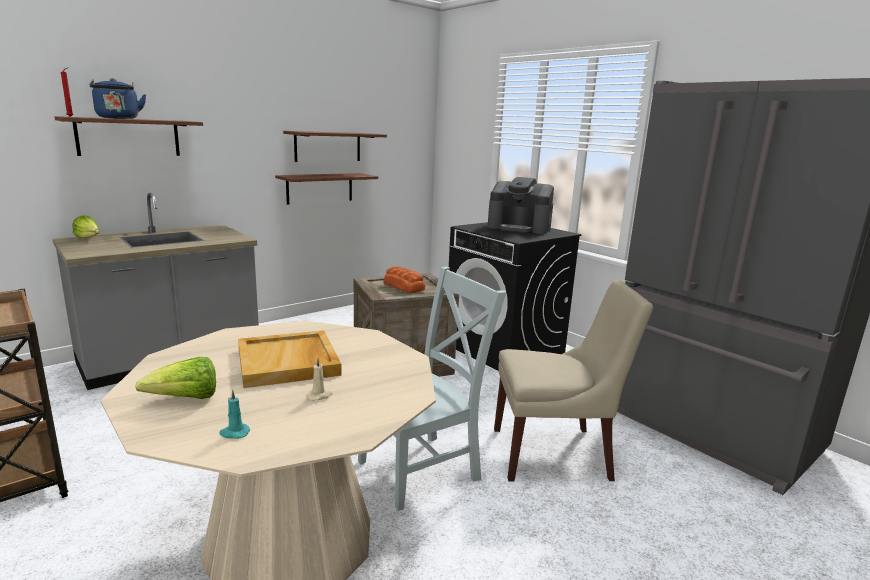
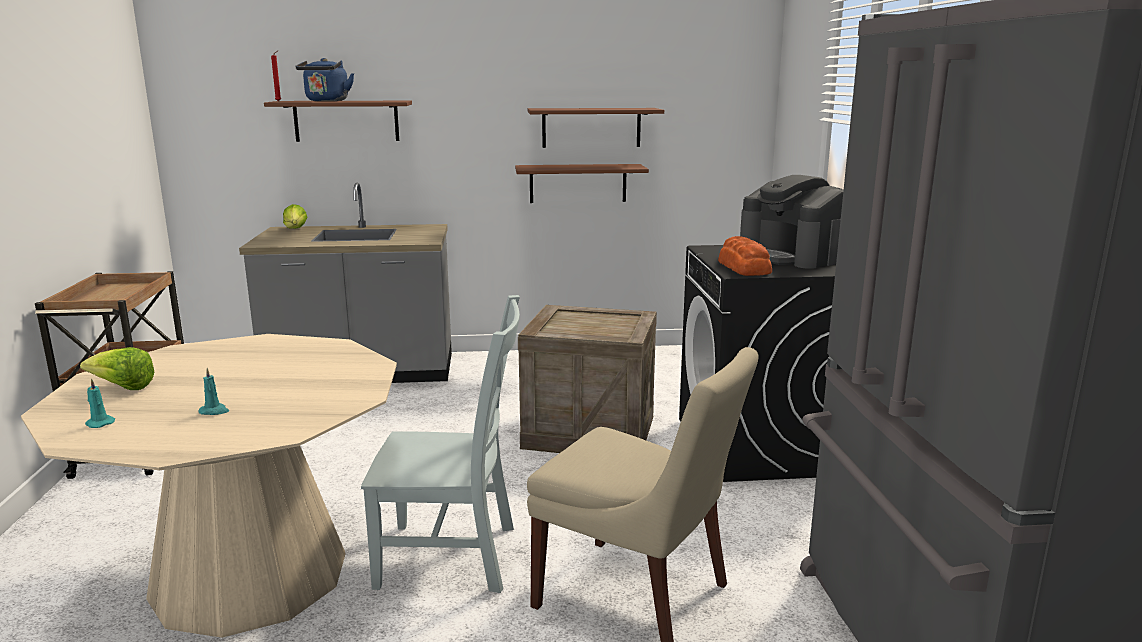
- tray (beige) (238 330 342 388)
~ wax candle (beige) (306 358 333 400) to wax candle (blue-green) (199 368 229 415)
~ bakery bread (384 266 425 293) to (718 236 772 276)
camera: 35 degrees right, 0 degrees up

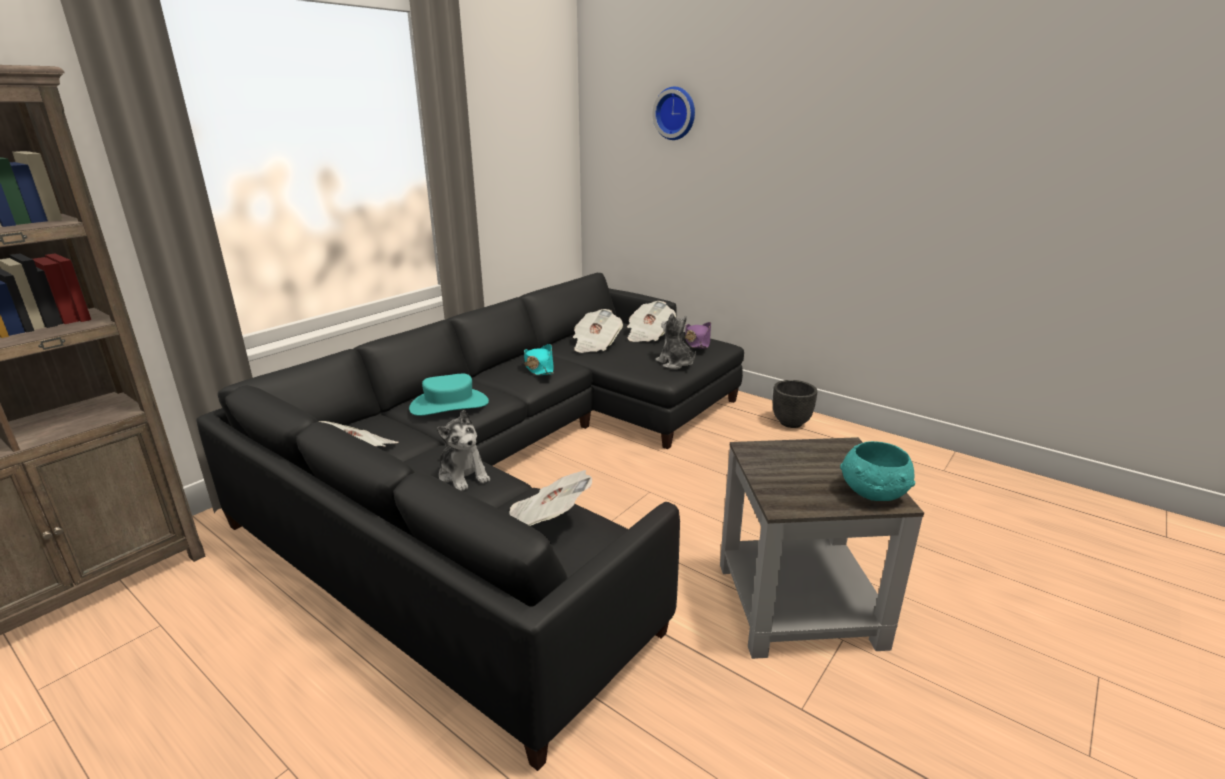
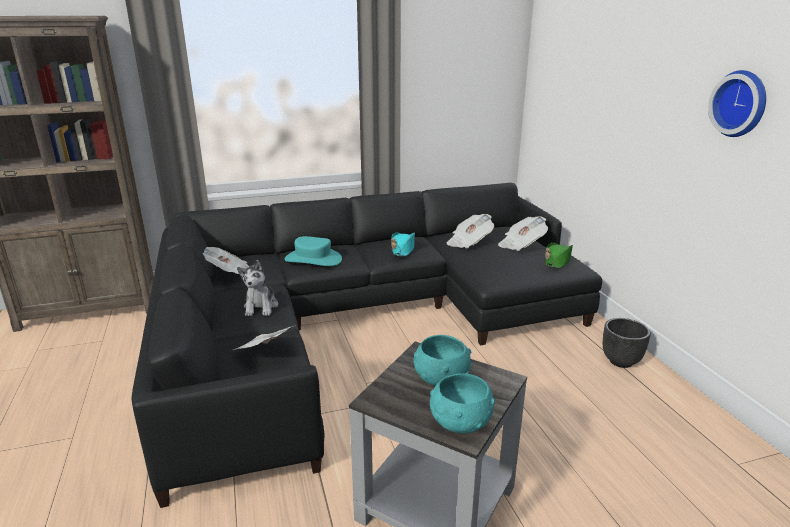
~ wall clock (652 87 695 140) to (708 70 766 137)
- soft toy (655 313 696 369)
~ wearable hat (purple) (685 322 711 349) to wearable hat (green) (545 243 573 268)
+ serving bowl (blue-green) (413 335 471 386)
camera: 35 degrees right, 0 degrees up

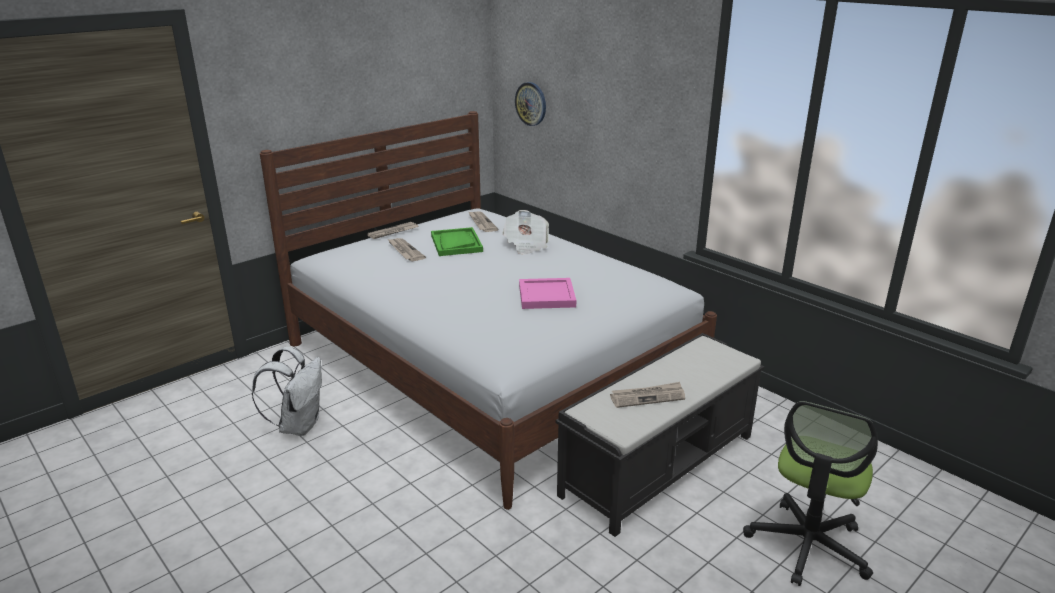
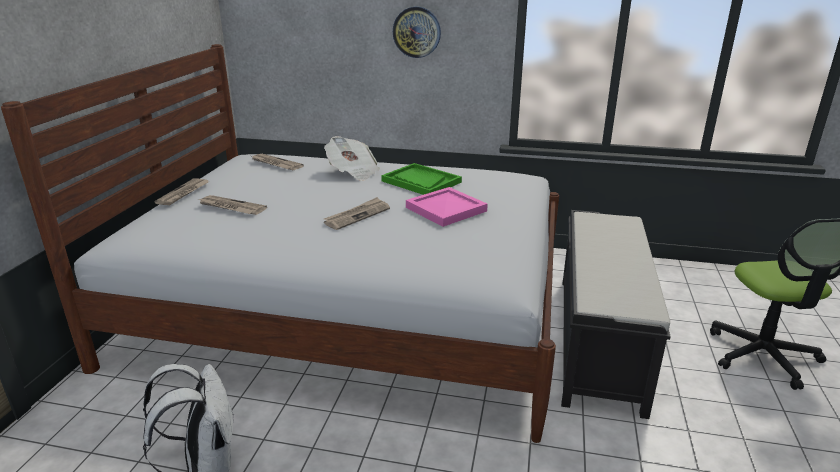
~ tray (green) (431 227 483 256) to (381 163 462 195)
~ wall clock (515 82 546 126) to (393 7 441 58)
~ daily paper (610 382 685 408) to (324 197 390 230)
camera: 35 degrees left, 0 degrees up

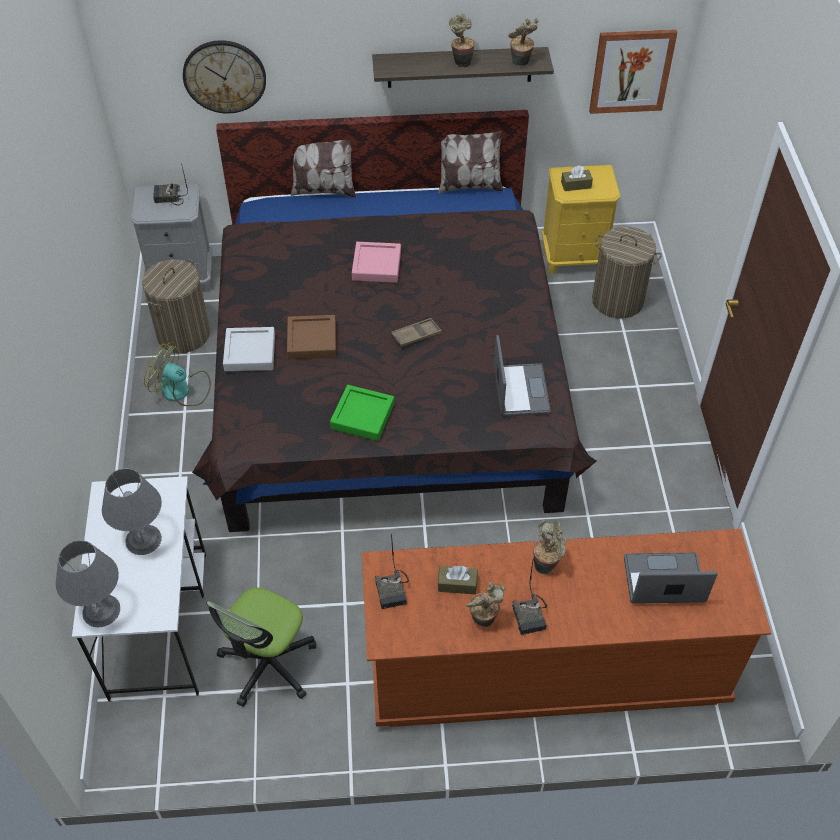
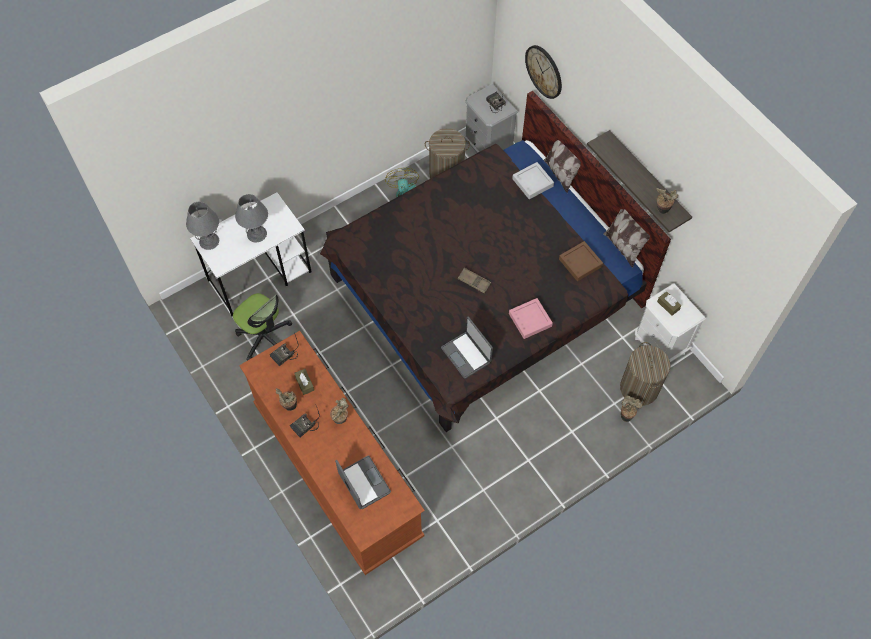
~ desk chair (206 588 316 707) = (233 293 292 360) 135 degrees counterclockwise
~ tray (gray) (223 327 275 371) to (512 162 554 199)
~ tray (brown) (287 315 336 359) to (559 241 603 281)
- tray (green) (330 385 394 441)
~ tray (pinkish) (352 242 401 283) to (509 298 553 339)
~ plant in a pot (449 13 475 68) to (621 396 642 422)
~ portable computer (494 335 551 417) = (441 317 493 379) 90 degrees clockwise
~ night table (yellowish) (541 165 621 275) to night table (white-coloured) (635 283 706 362)
- wall picture (589 29 677 114)
camera: 60 degrees right, 10 degrees up

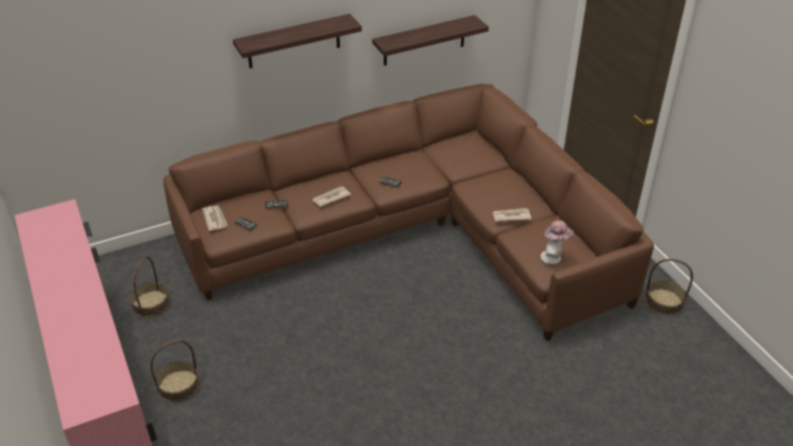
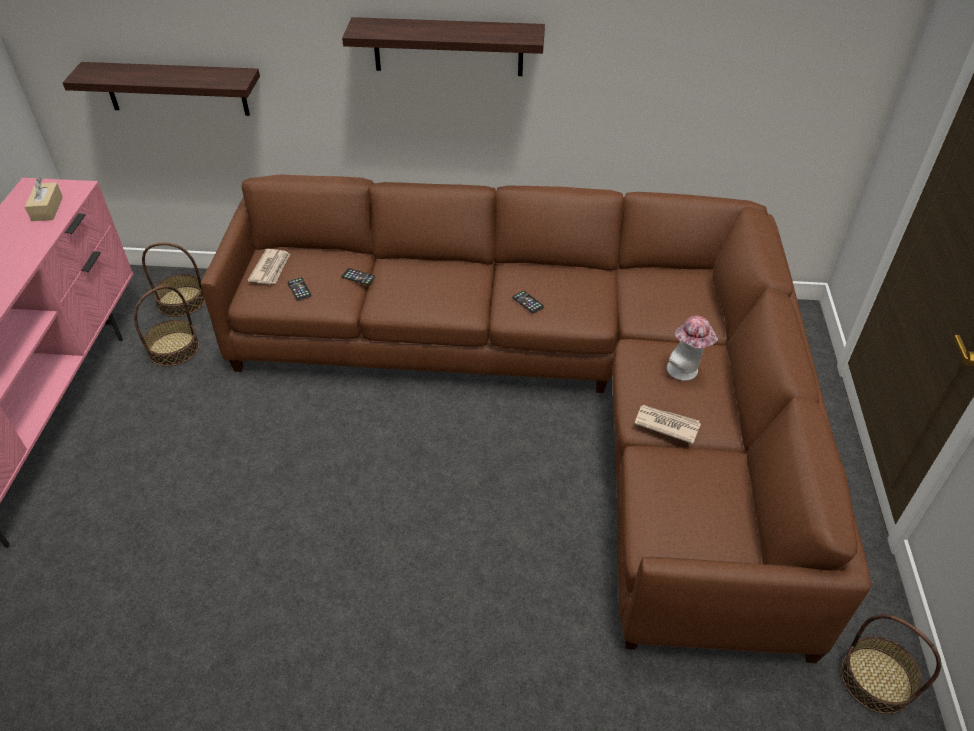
~ household basket (150 340 200 402) to (142 242 205 317)
- daily paper (313 186 351 207)
~ wall shelf (372 15 489 66) to (63 62 260 116)
~ wearable hat (541 220 573 264) to (667 316 718 381)
+ tissue box (beige) (25 178 63 221)
camera: 30 degrees right, 5 degrees up

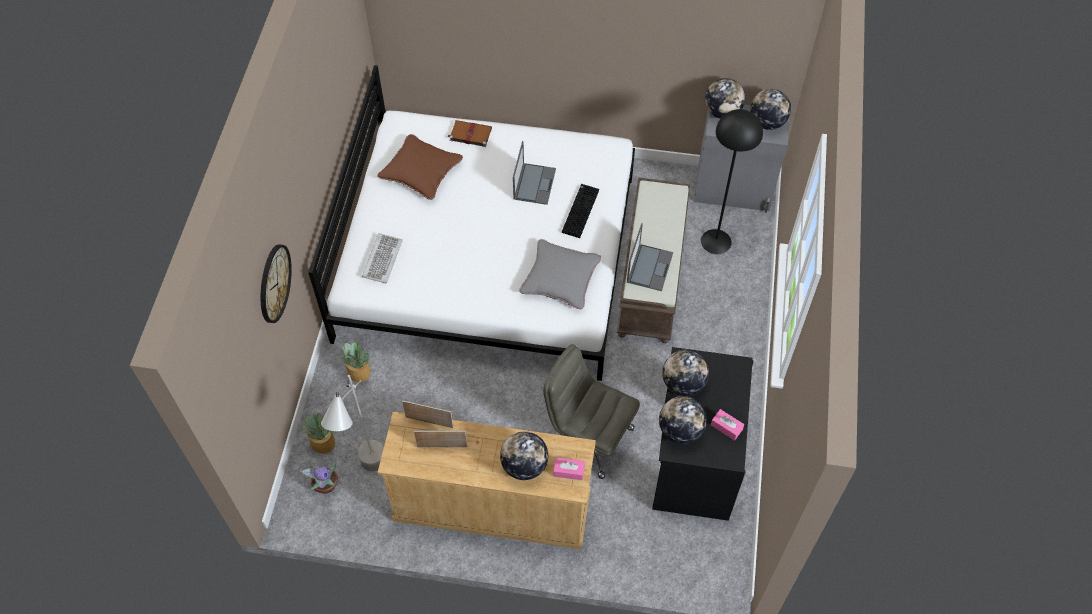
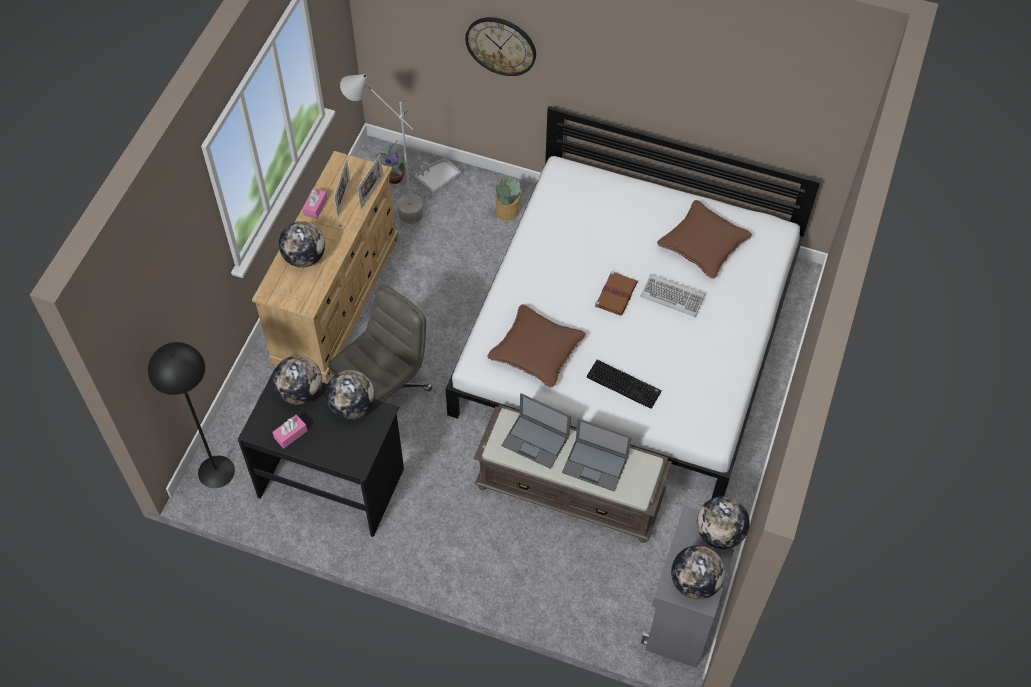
~ plant in a pot (300 413 335 454) to tray (gray) (415 159 461 194)
~ computer keyboard (362 233 403 283) to (641 274 705 317)
~ book (brown) (448 120 492 147) to (595 271 638 316)
~ portable computer (513 141 556 205) to (562 418 632 492)
~ cushion (gray) (519 239 601 309) to cushion (brown) (488 304 586 387)
~ tissue box (pinkish) (553 457 585 480) to (302 188 328 219)
~ floor lamp (blackish) (701 109 763 254) to (148 342 235 488)
camera: 100 degrees right, 0 degrees up

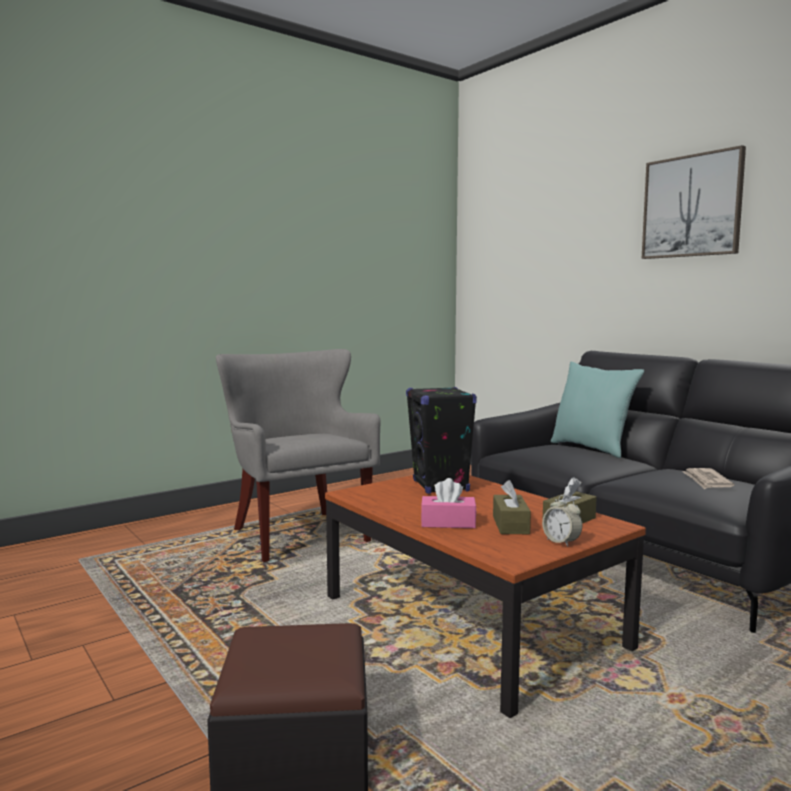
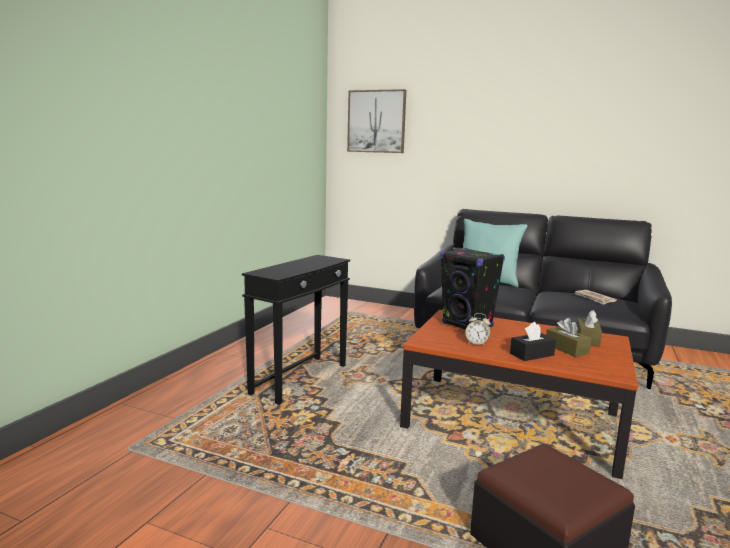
~ lounge chair (gray) (216 349 381 562) to side table (blackish) (242 255 350 405)
~ tissue box (pinkish) (421 478 477 528) to tissue box (blackish) (510 322 556 361)
~ alarm clock (542 495 582 547) to (465 313 491 346)
~ wall picture (641 145 746 259) to (347 89 406 153)
camera: 30 degrees left, 5 degrees up

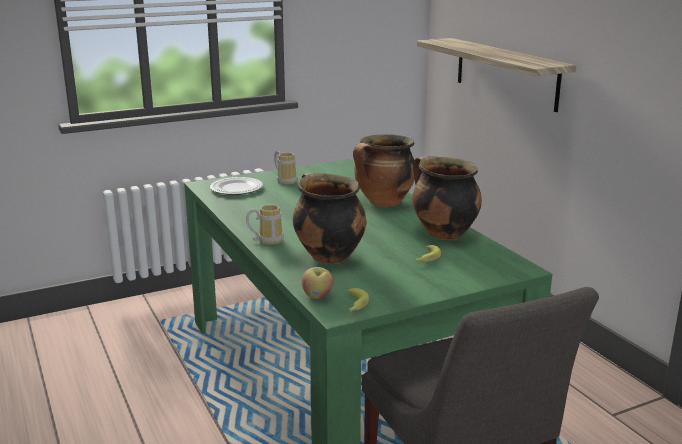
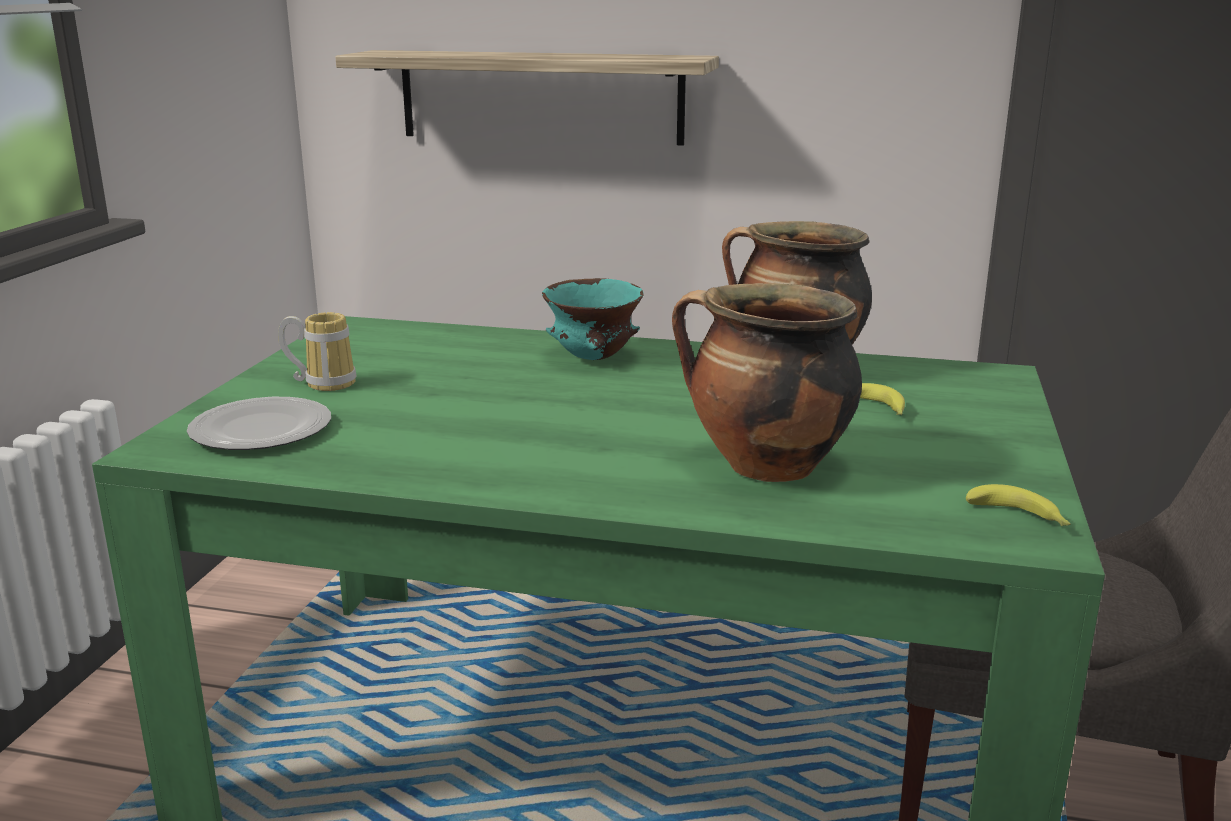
- mug (246 205 284 245)
- whole apple (302 267 333 299)
~ cooking pot (353 134 415 207) to serving bowl (blue-green) (542 278 644 360)
camera: 50 degrees left, 0 degrees up

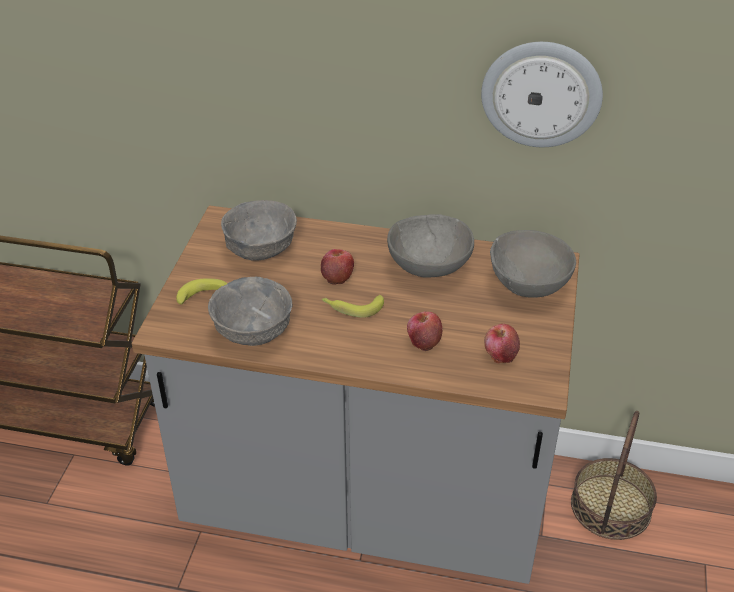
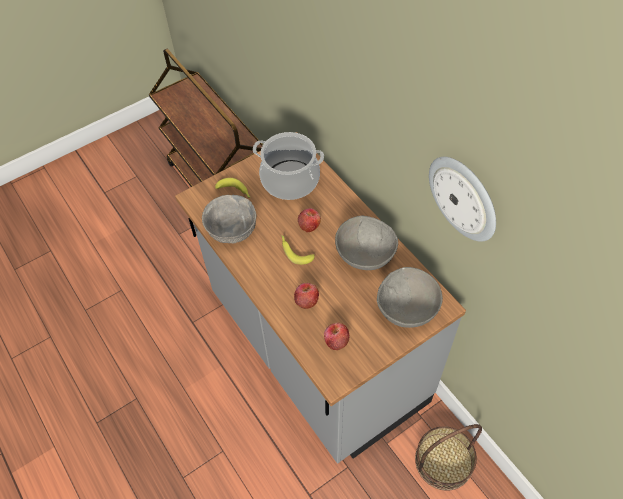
~ serving bowl (gray) (221 200 297 261) to cooking pot (253 132 324 200)
camera: 45 degrees right, 15 degrees up

